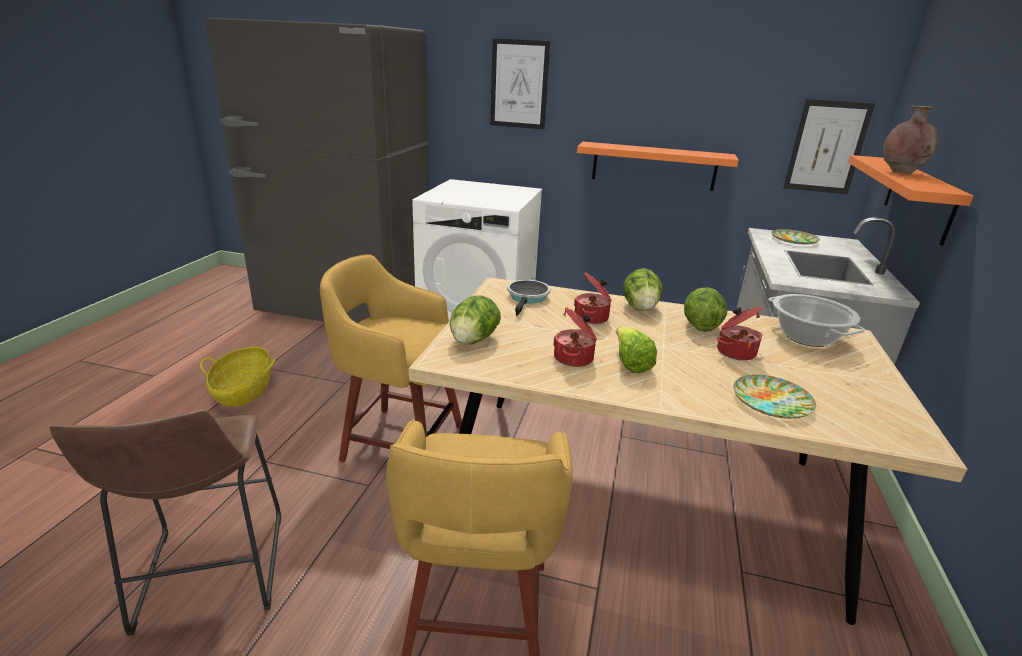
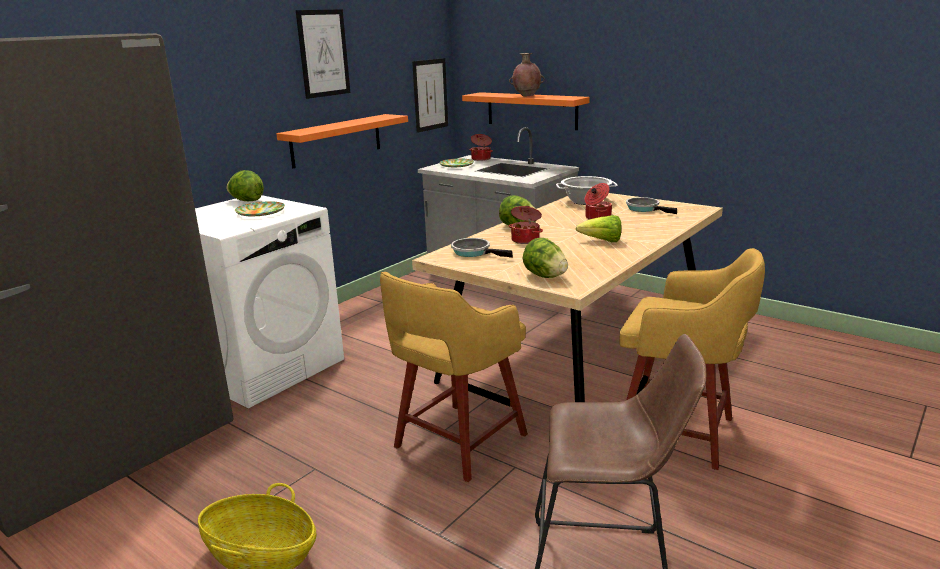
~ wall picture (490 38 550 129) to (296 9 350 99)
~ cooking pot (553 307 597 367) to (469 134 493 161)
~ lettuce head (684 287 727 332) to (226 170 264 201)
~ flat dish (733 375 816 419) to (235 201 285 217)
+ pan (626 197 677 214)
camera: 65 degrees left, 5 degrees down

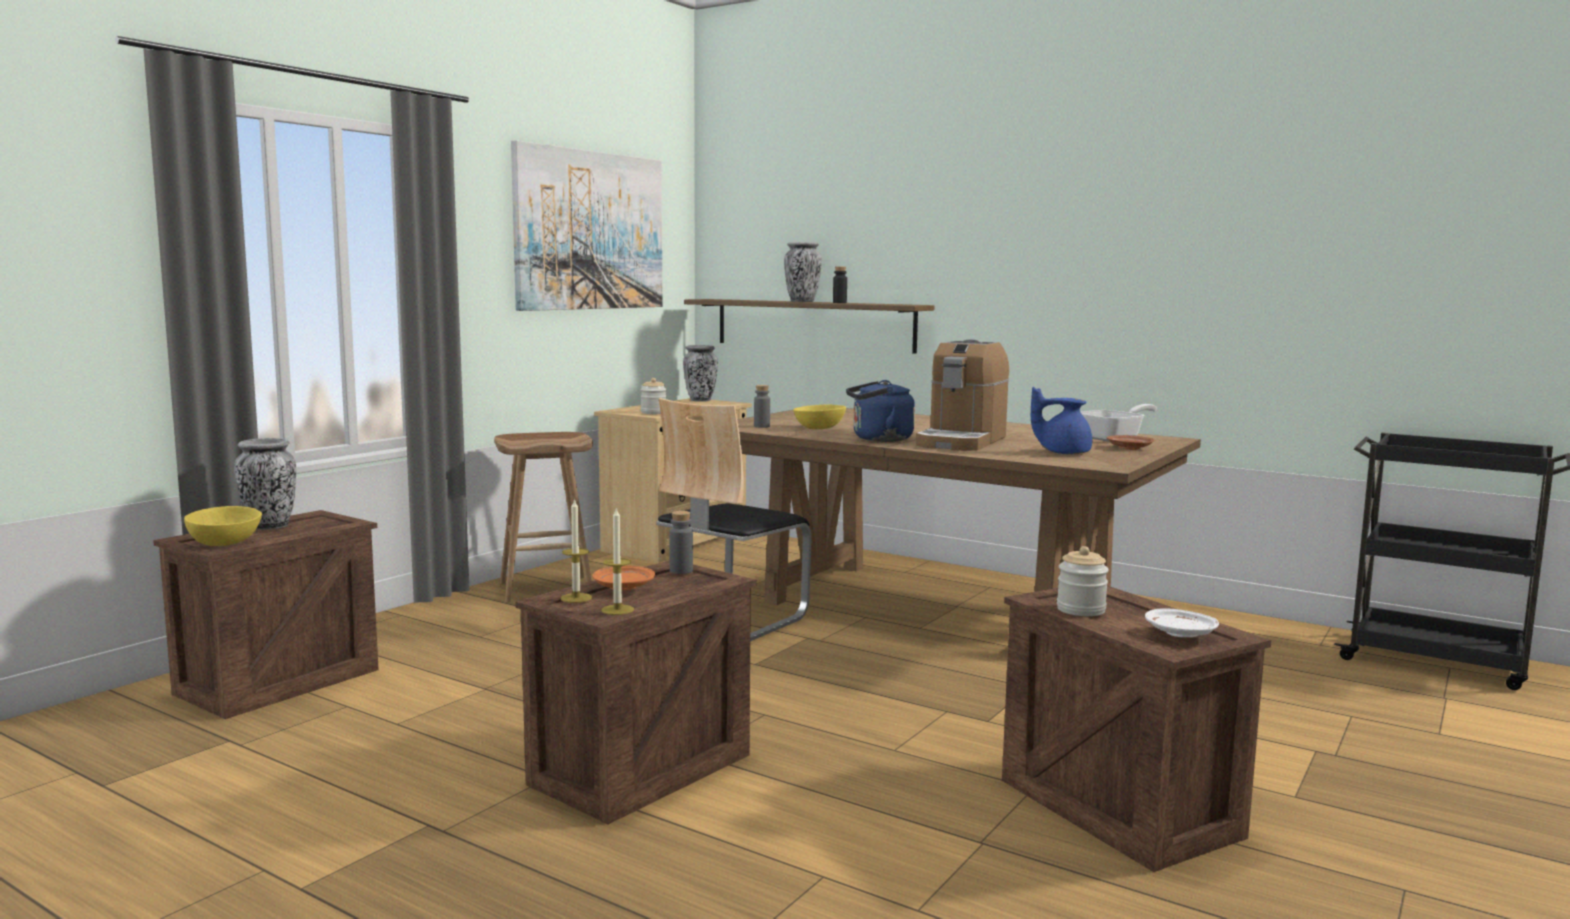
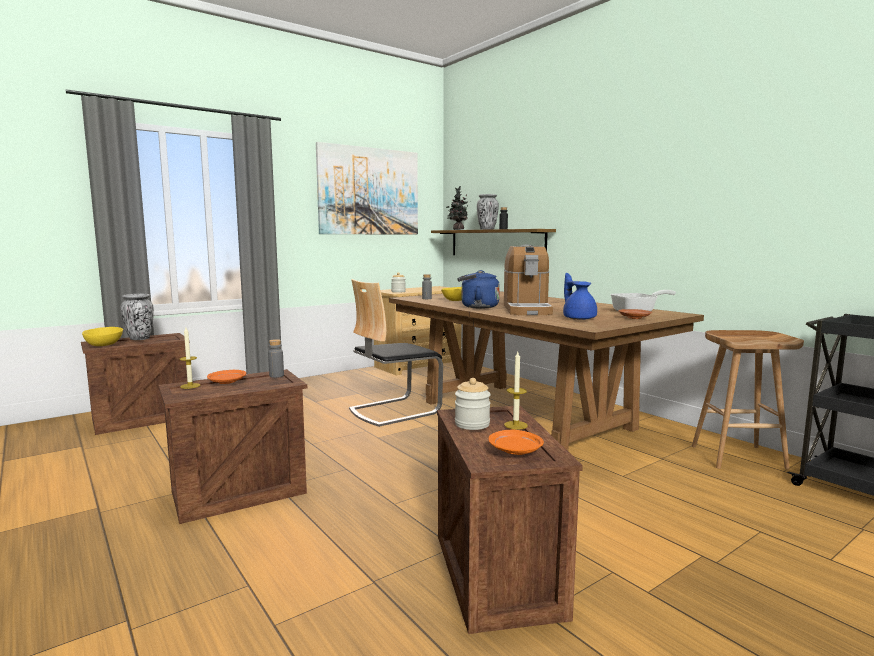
~ stool seat (brown) (494 432 593 603) to (692 330 804 470)
~ wax candle (602 507 634 615) to (504 352 528 430)
- vase (683 345 718 402)
~ coffee brewer (916 339 1009 451) = (504 245 553 315) 45 degrees counterclockwise
~ pot for tea (blue-coloured) (1031 387 1092 454) = (563 273 597 320) 45 degrees clockwise
~ flat dish (white-coloured) (1145 608 1219 637) to flat dish (orange-coloured) (489 430 544 455)
+ plant in a pot (446 186 468 230)
camera: 20 degrees right, 0 degrees up

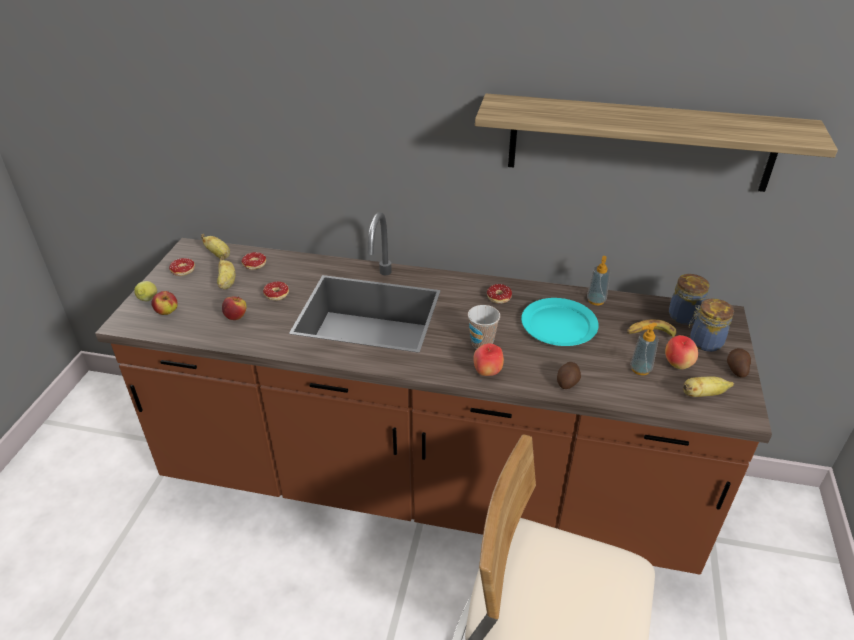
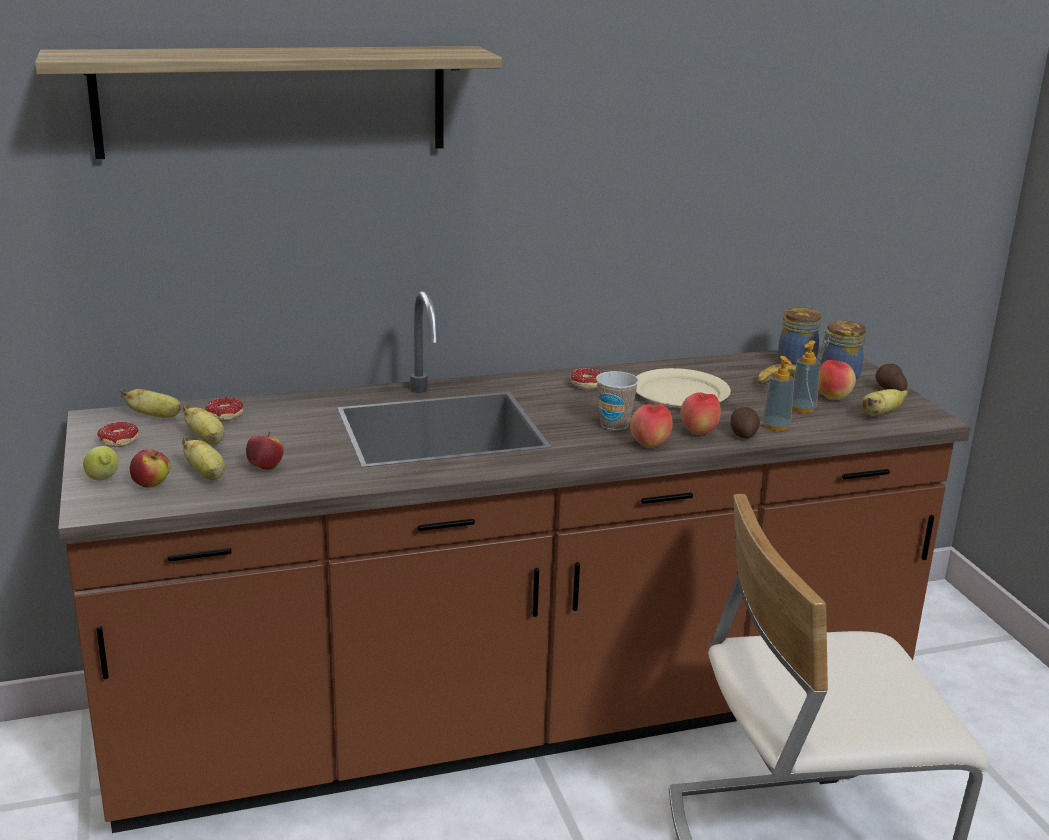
- donut (263 281 289 300)
~ wall shelf (475 94 838 192) to (35 46 502 159)
~ flat dish (blue-green) (521 298 599 346) to flat dish (beige) (636 368 731 408)
~ liquid soap bottle (587 256 610 305) to (763 356 794 431)
+ banana (182 436 225 480)
+ whole apple (680 393 721 435)
camera: 30 degrees left, 15 degrees down

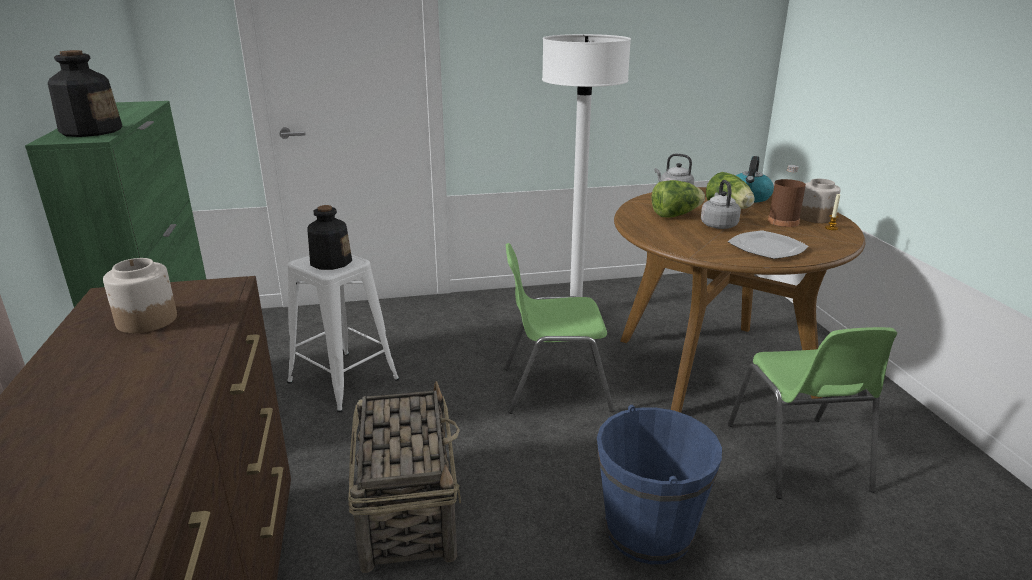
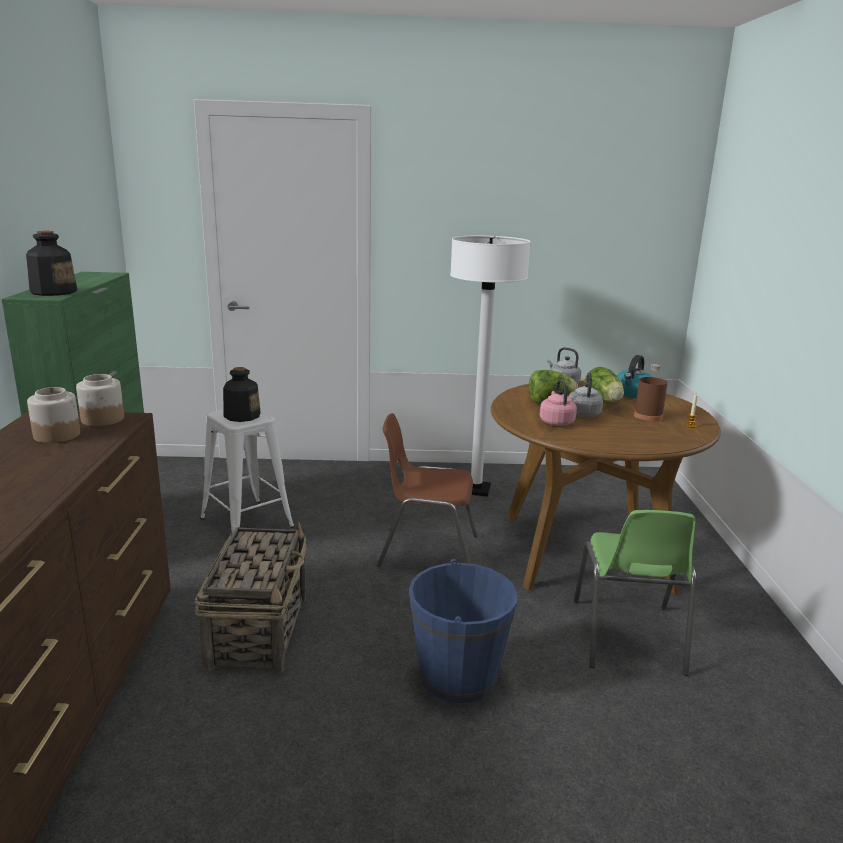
~ upright chair (green) (504 243 614 414) to upright chair (brown) (377 413 477 567)
- flat dish (728 230 809 259)
~ preserve jar (800 179 841 223) to (76 374 124 426)
+ tea kettle (pinkish) (540 379 577 426)
camera: 10 degrees right, 5 degrees down

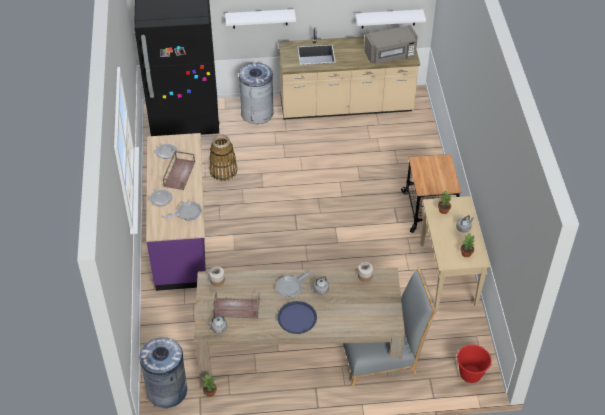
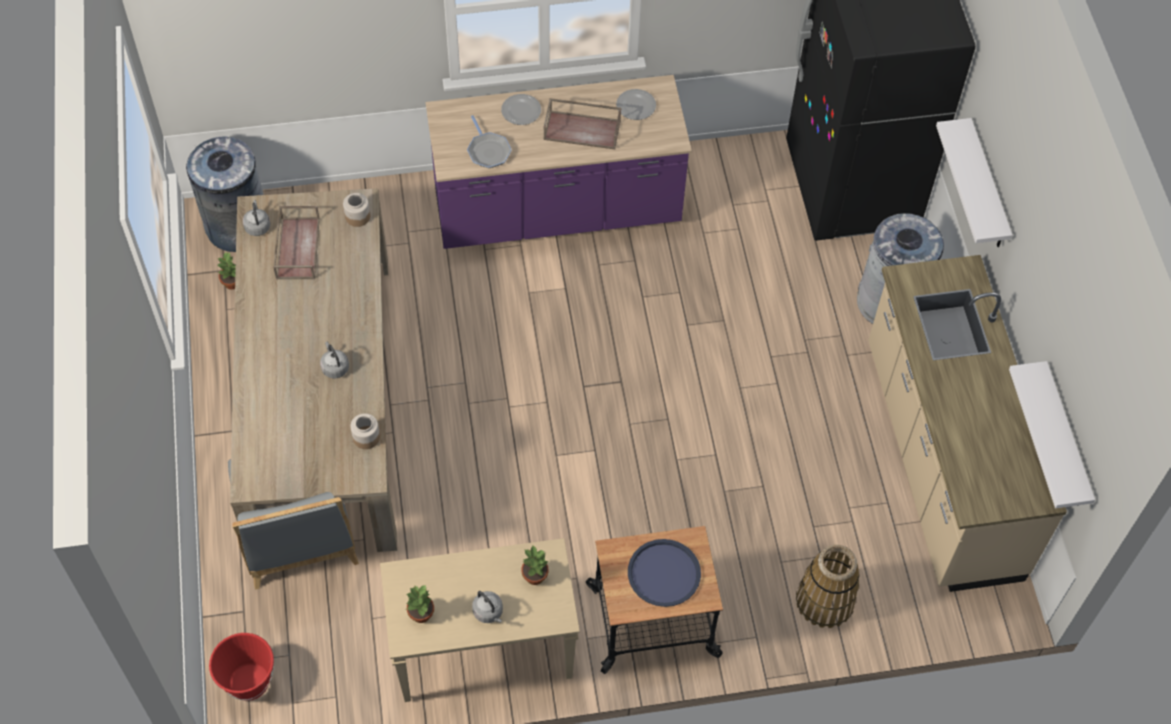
~ household basket (209 134 237 181) to (796 545 859 628)
- pan (277 272 311 297)
~ tray (blue-coloured) (278 301 317 334) to (628 539 701 607)
- microwave oven (gray) (364 25 418 64)
camera: 85 degrees right, 10 degrees up

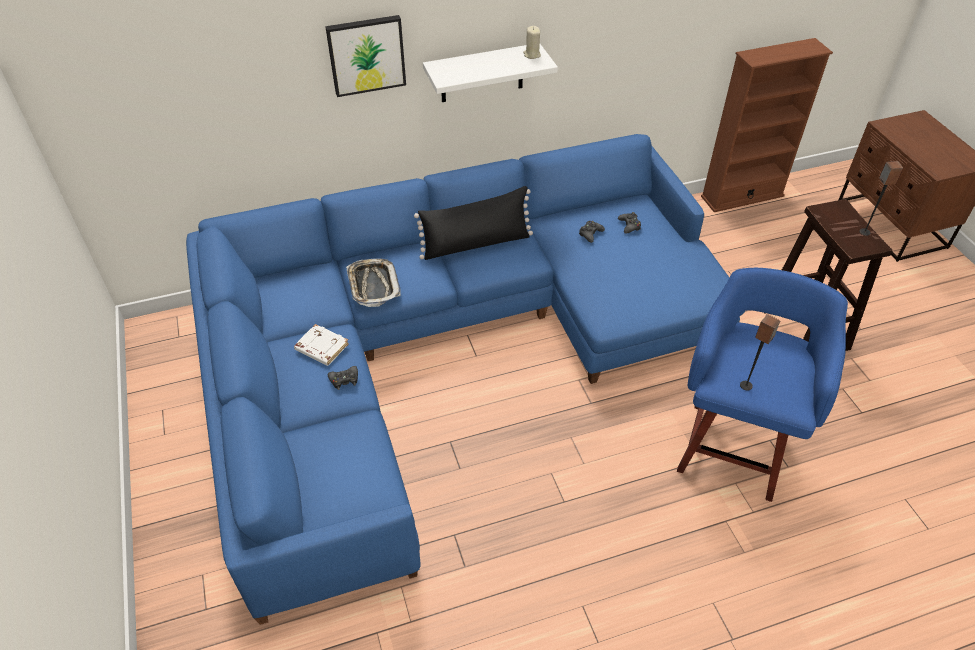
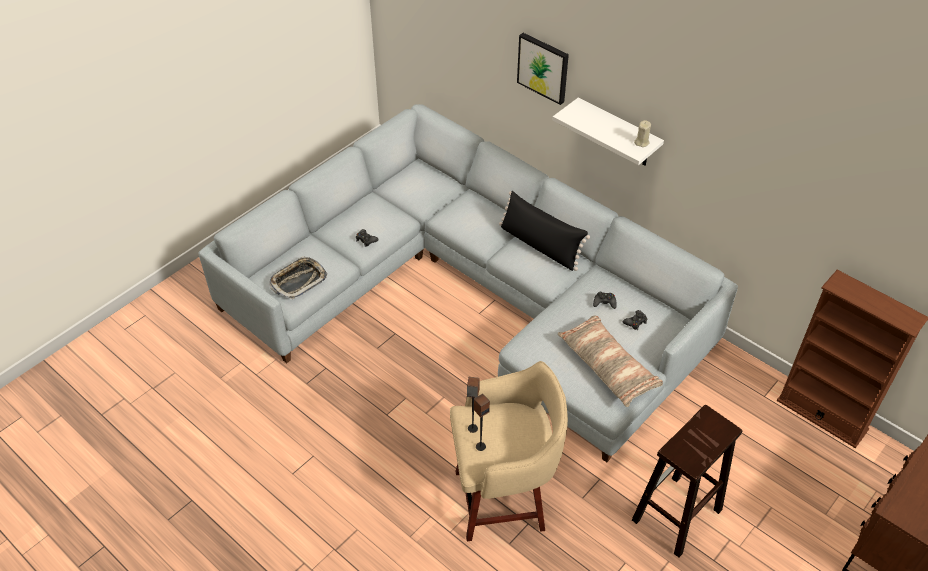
~ couch (blue-coloured) (186 134 745 625) to couch (gray) (198 104 738 462)
- book (white-coloured) (294 324 349 366)
~ tray (346 258 401 307) to (269 256 327 300)
~ stool seat (blue-coloured) (677 268 848 502) to stool seat (beige) (450 361 568 541)
~ audio speaker (859 161 903 236) to (474 394 490 451)
+ cushion (558 315 663 407)
camera: 60 degrees right, 0 degrees up

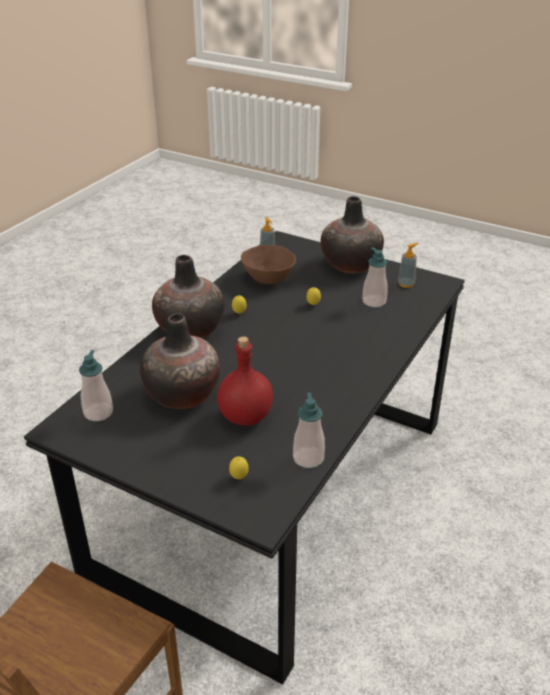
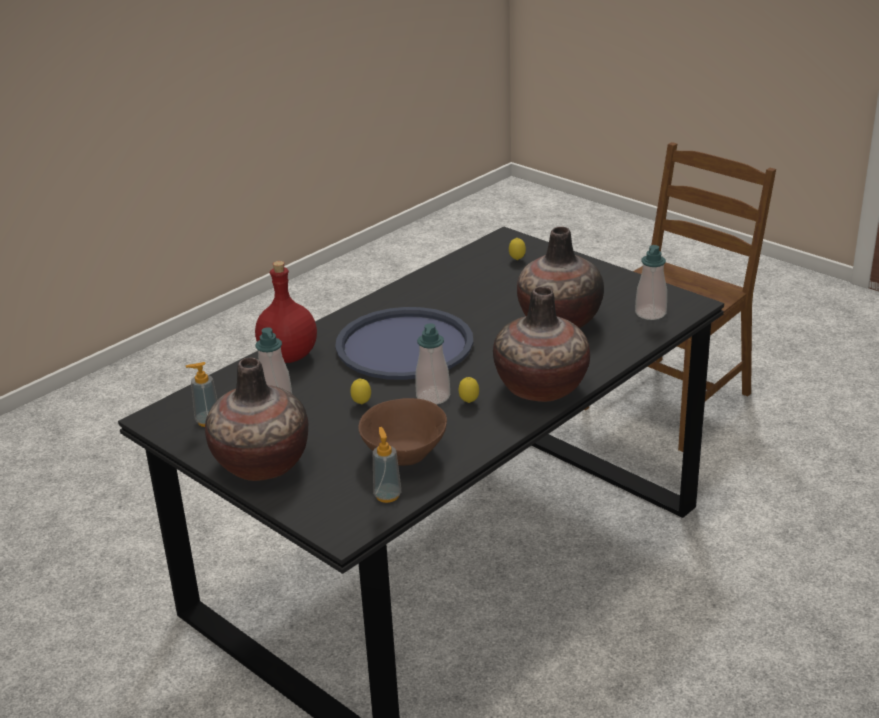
~ bottle (red-coloured) (217 337 273 426) to (255 261 317 363)
~ liquid soap bottle (293 393 325 468) to (415 323 450 405)
+ tray (blue-coloured) (335 307 473 380)
camera: 165 degrees left, 5 degrees down

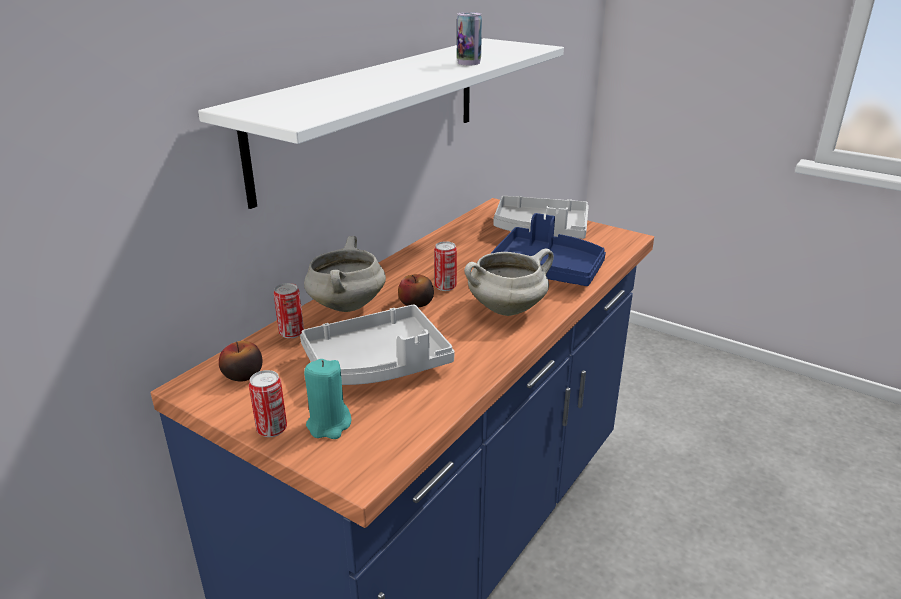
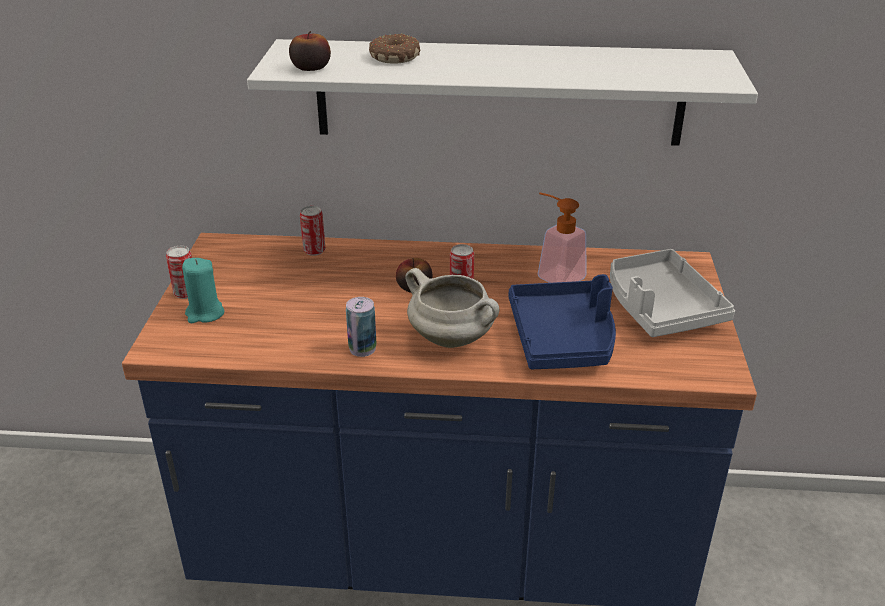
~ whole apple (219 341 263 381) to (289 31 331 71)
- tray (gray) (300 305 455 385)
- cooking pot (white-coloured) (304 236 386 312)
~ sealed can (457 12 482 65) to (346 297 377 357)
+ donut (369 33 420 63)
+ liquid soap bottle (538 193 587 283)
camera: 60 degrees right, 5 degrees up

